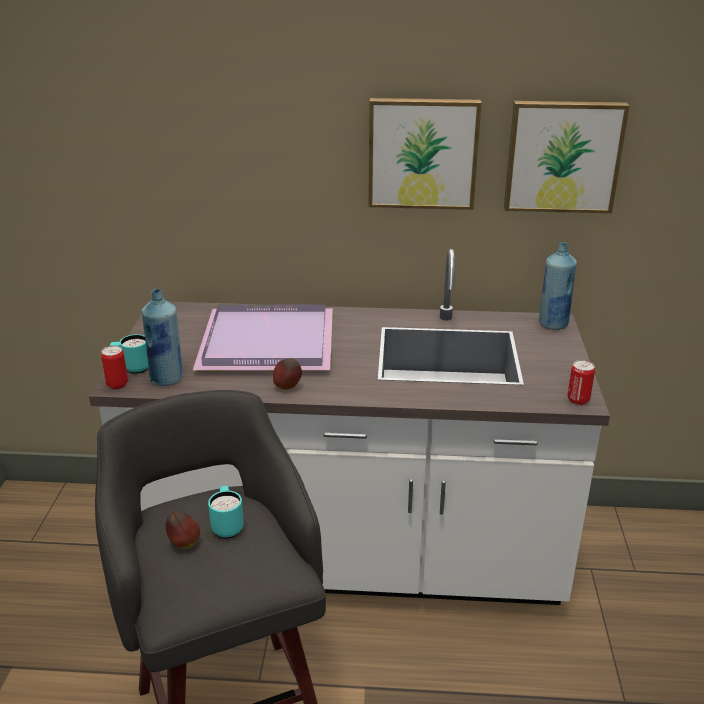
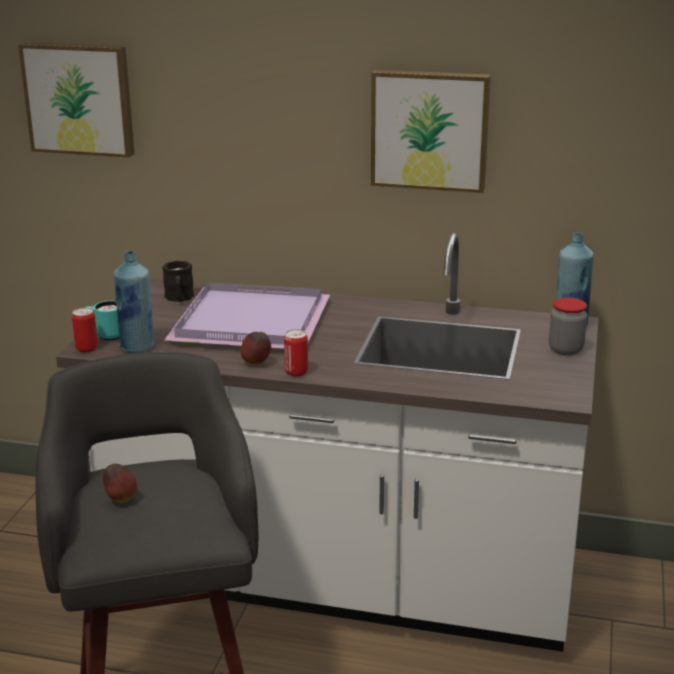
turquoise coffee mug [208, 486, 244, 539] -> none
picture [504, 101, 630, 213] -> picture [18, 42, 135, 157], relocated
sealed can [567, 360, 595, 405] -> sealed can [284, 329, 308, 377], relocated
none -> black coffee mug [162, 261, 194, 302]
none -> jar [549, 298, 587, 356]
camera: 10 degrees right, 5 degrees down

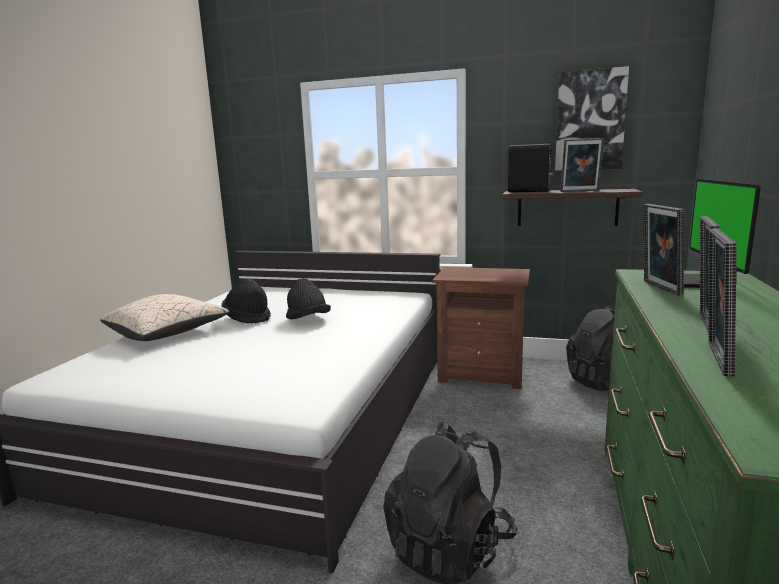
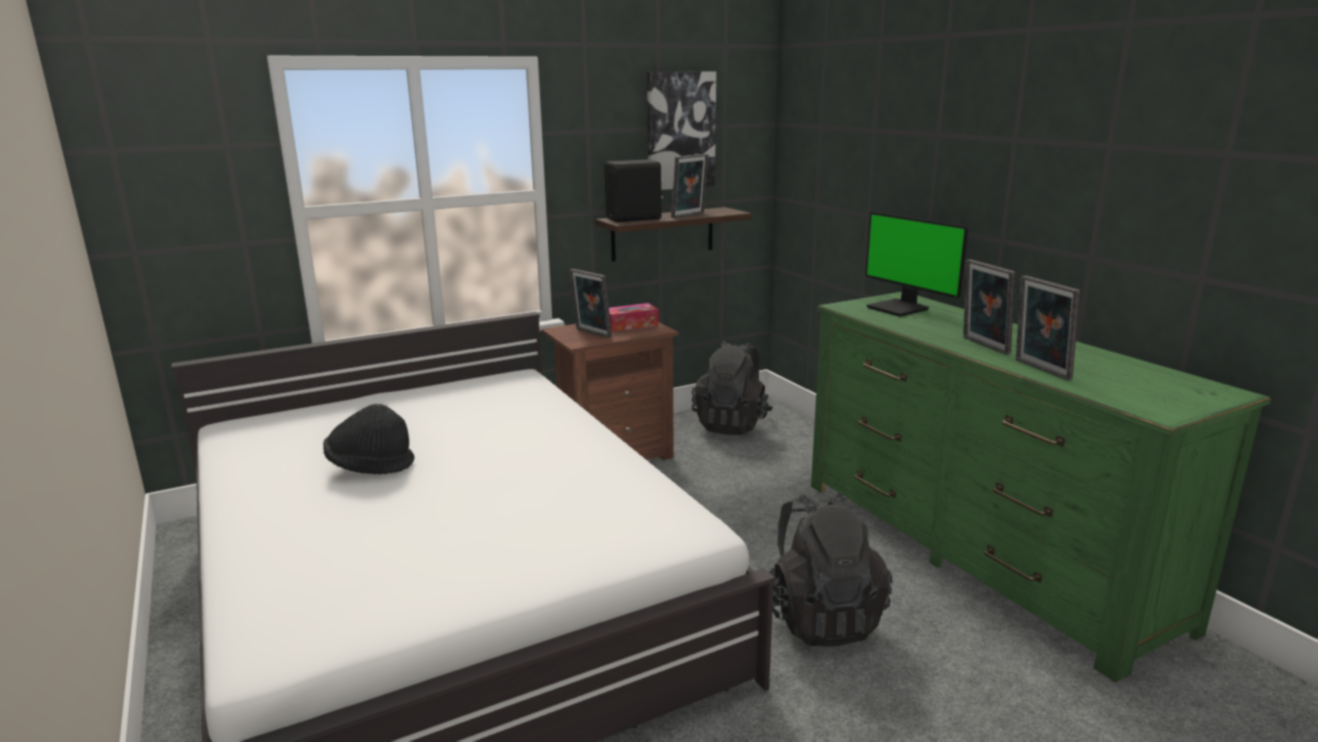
beige cushion [100, 294, 229, 341] -> none
black hat [286, 278, 331, 319] -> none
standing frame [643, 204, 684, 296] -> standing frame [569, 269, 612, 338], relocated
none -> box of tissues [609, 303, 659, 332]
camera: 45 degrees left, 5 degrees up

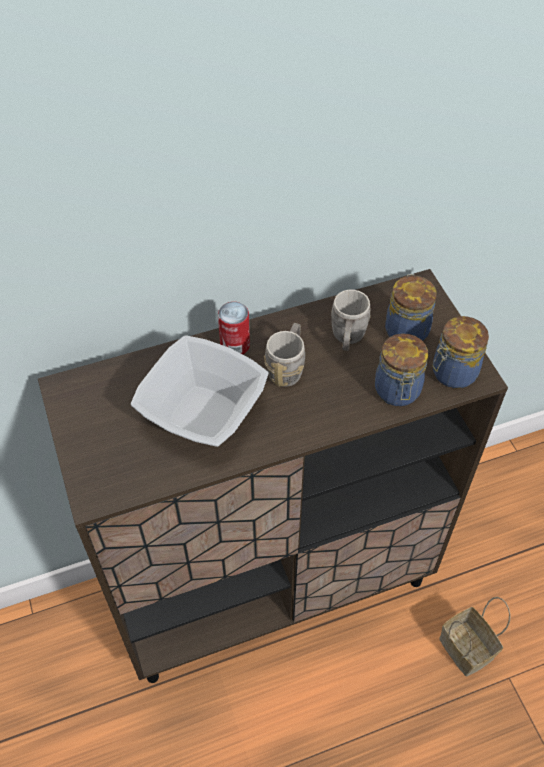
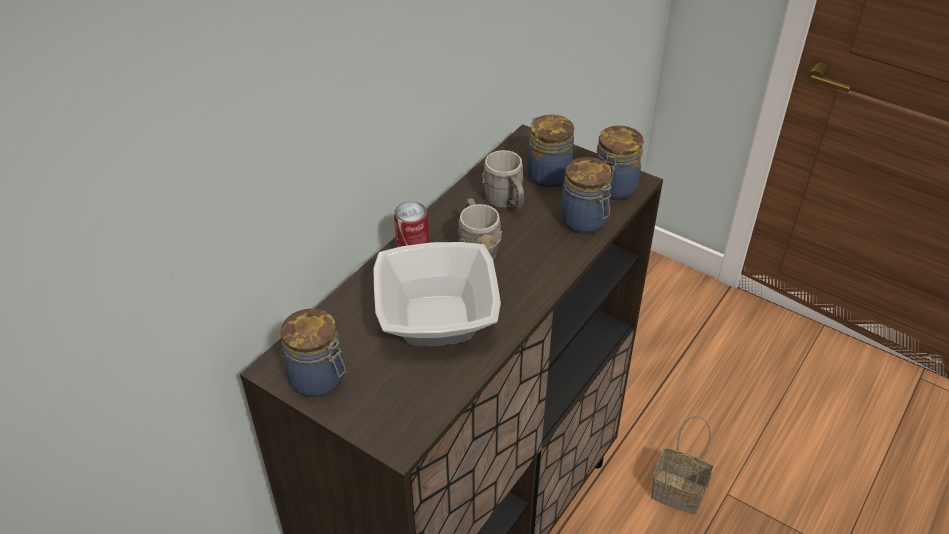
none -> jar [280, 309, 346, 398]
camera: 35 degrees left, 10 degrees down

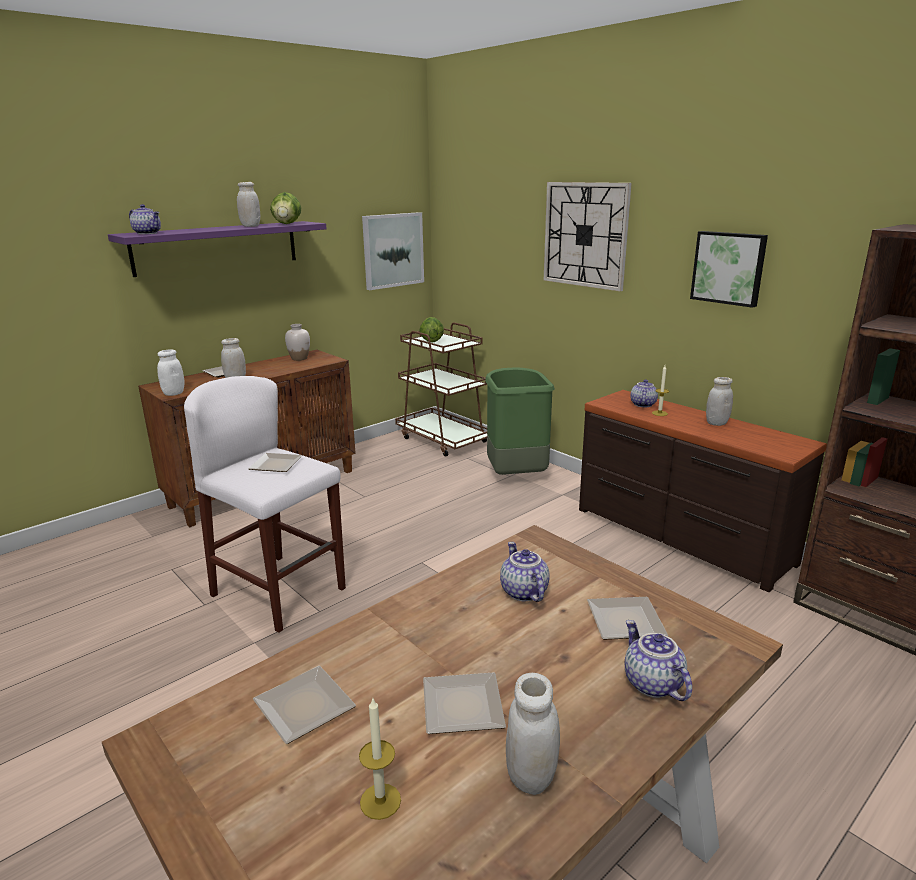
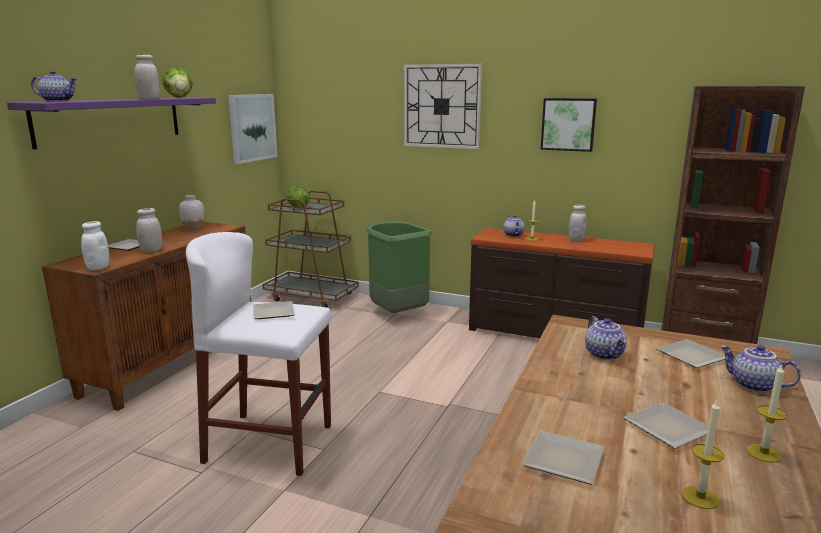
pot for tea [500, 542, 550, 602] -> pot for tea [585, 316, 627, 360], 150 degrees counterclockwise
white jar [506, 673, 560, 795] -> wax candle [747, 365, 787, 462]
camera: 25 degrees left, 5 degrees down

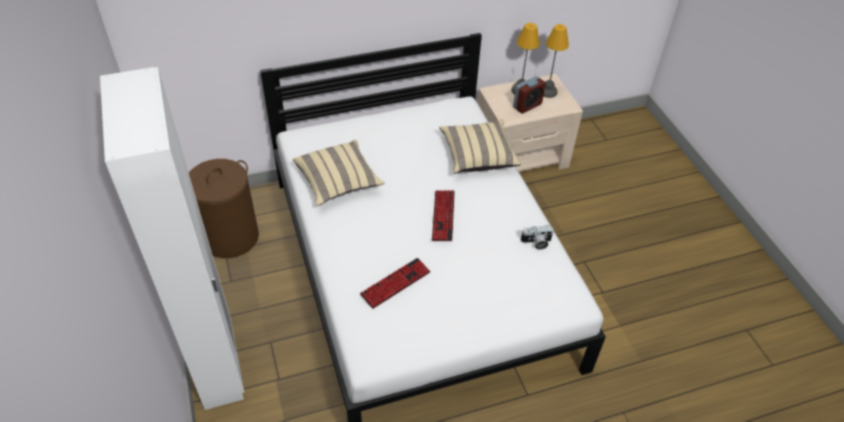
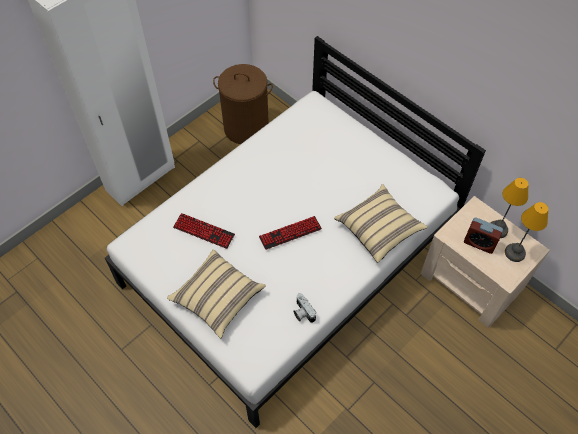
beige cushion [293, 140, 384, 206] -> beige cushion [167, 249, 266, 339], relocated
camera: 65 degrees right, 10 degrees up

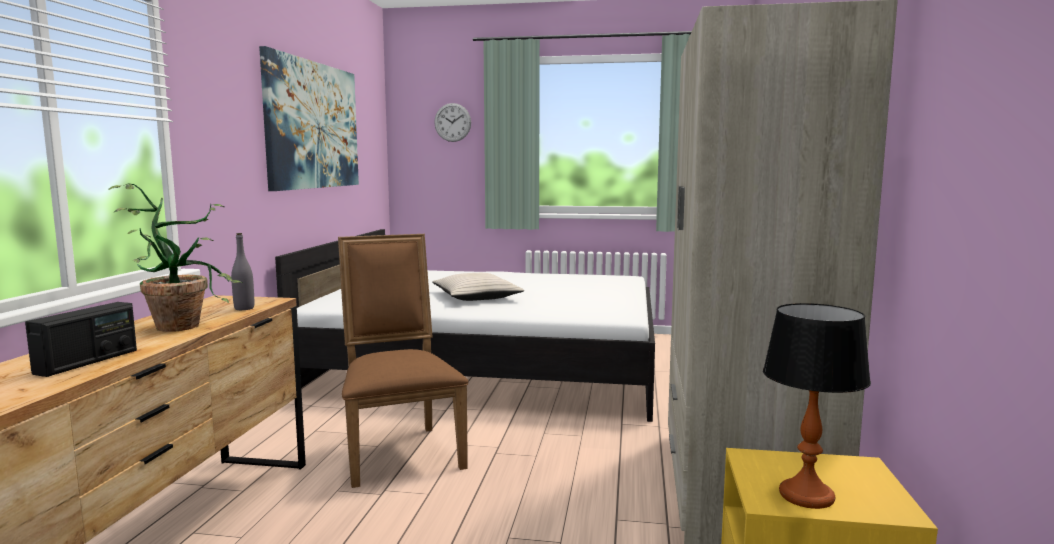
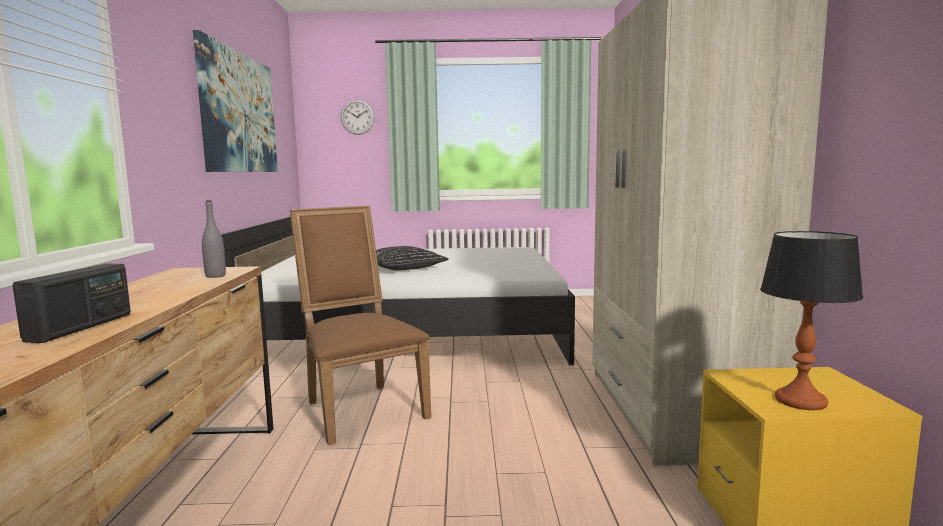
potted plant [108, 183, 242, 332] -> none
beige cushion [432, 273, 524, 301] -> black cushion [376, 246, 449, 271]
camera: 10 degrees left, 0 degrees up

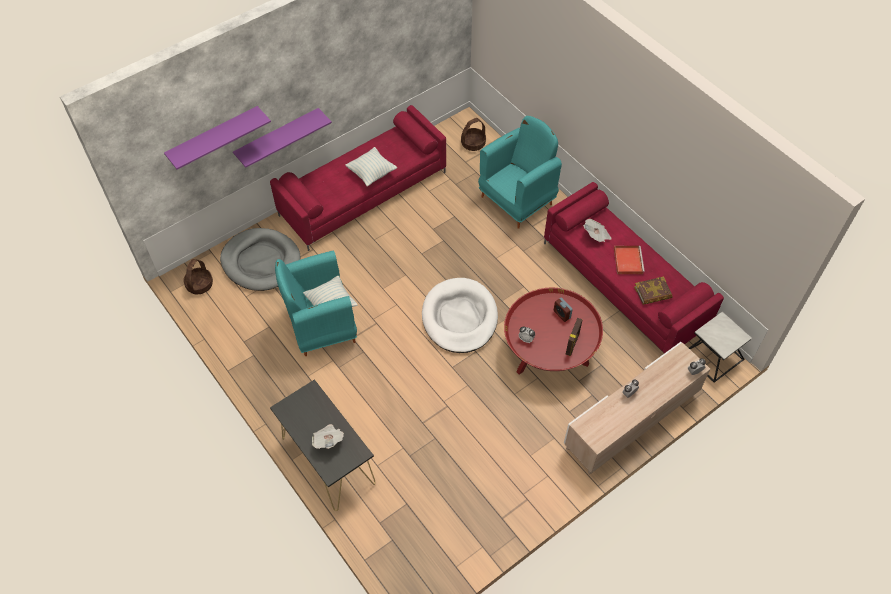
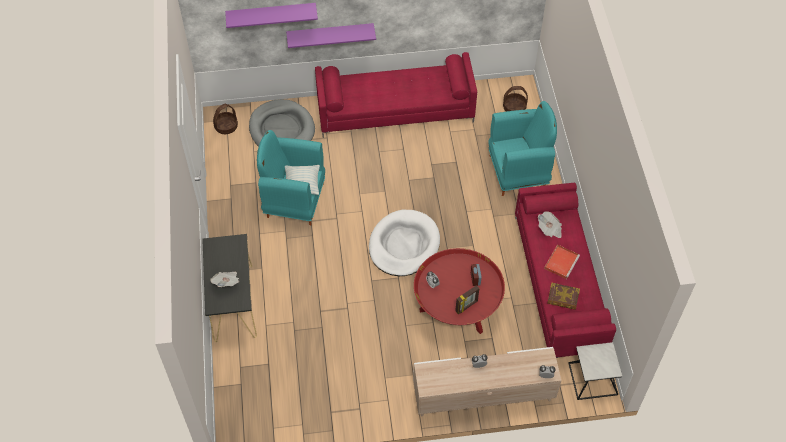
cushion [345, 147, 397, 187] -> none
camera: 30 degrees right, 0 degrees up

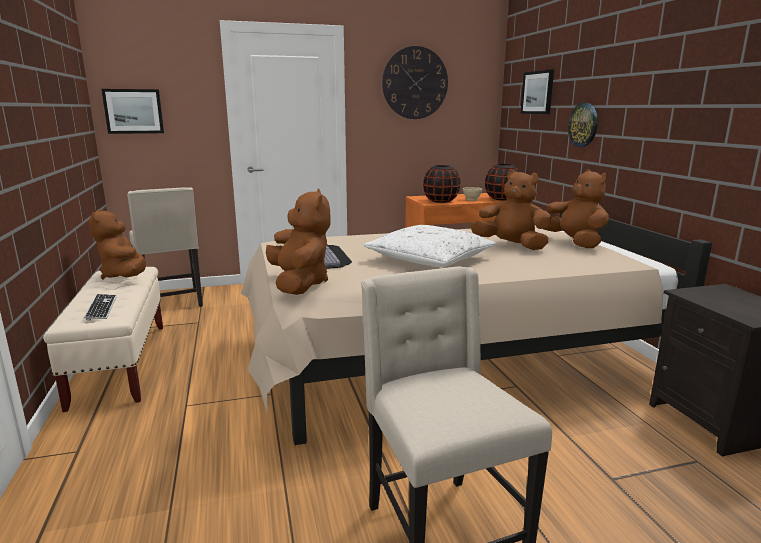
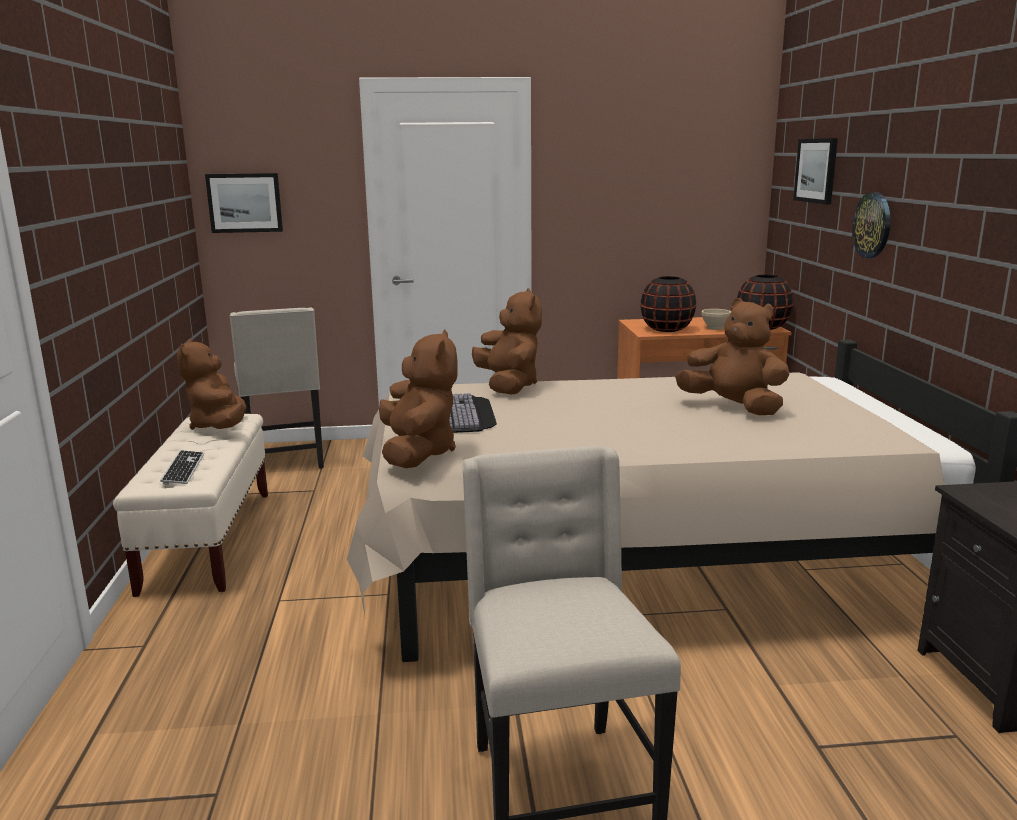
white cushion [363, 225, 496, 267] -> none
clock on the wall [382, 46, 448, 119] -> none
brown-coloured cuddly toy [544, 169, 609, 248] -> brown-coloured cuddly toy [472, 288, 542, 394], relocated
camera: 10 degrees right, 0 degrees up

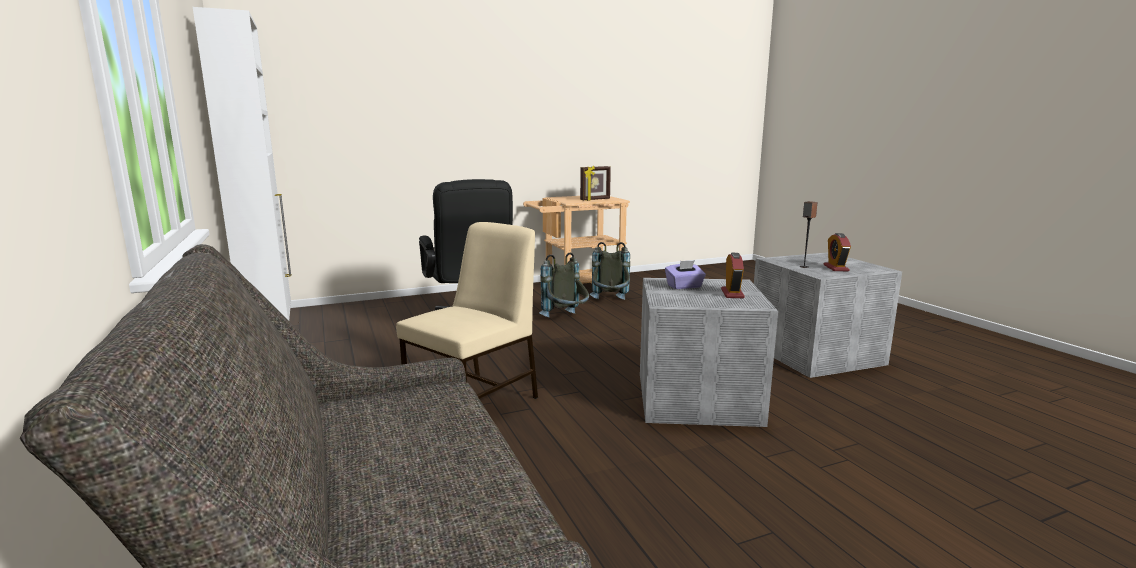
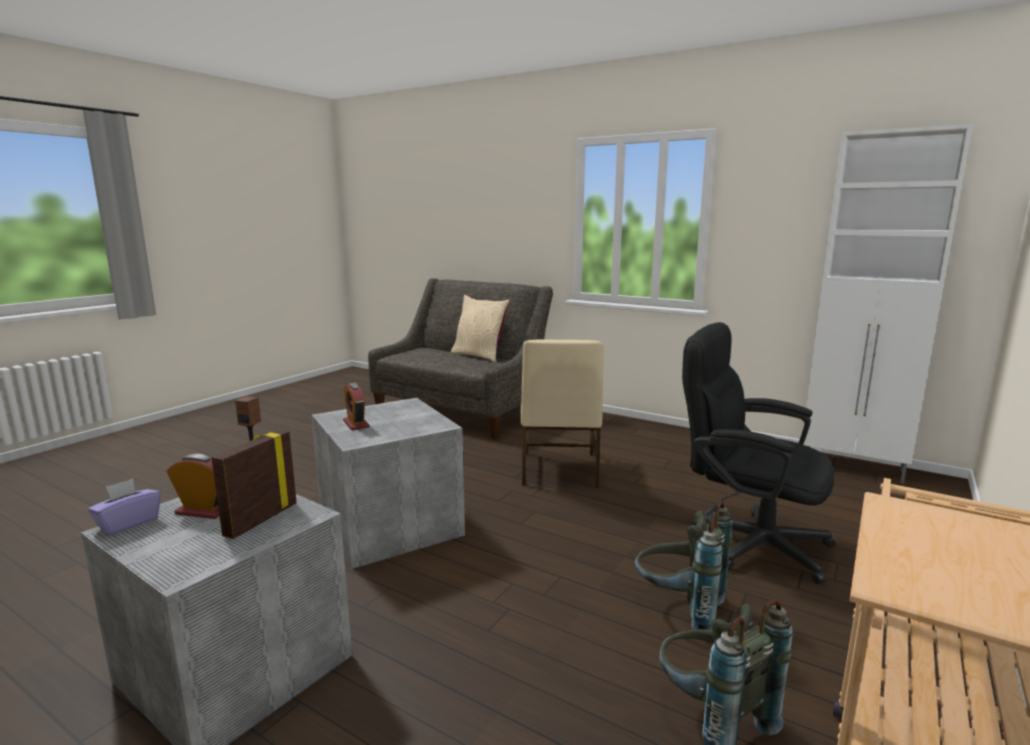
standing frame [580, 166, 611, 201] -> standing frame [211, 429, 297, 539], relocated
purple-coloured box of tissues [665, 260, 706, 289] -> purple-coloured box of tissues [88, 478, 161, 536], relocated
table clock [823, 233, 851, 271] -> table clock [166, 454, 219, 519], 45 degrees counterclockwise
none -> beige cushion [451, 295, 510, 362]
camera: 145 degrees right, 0 degrees up

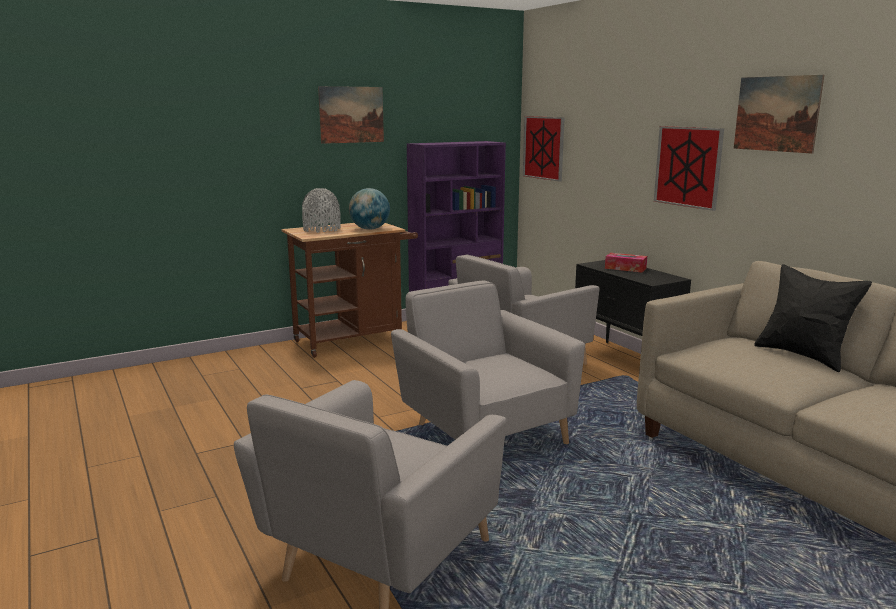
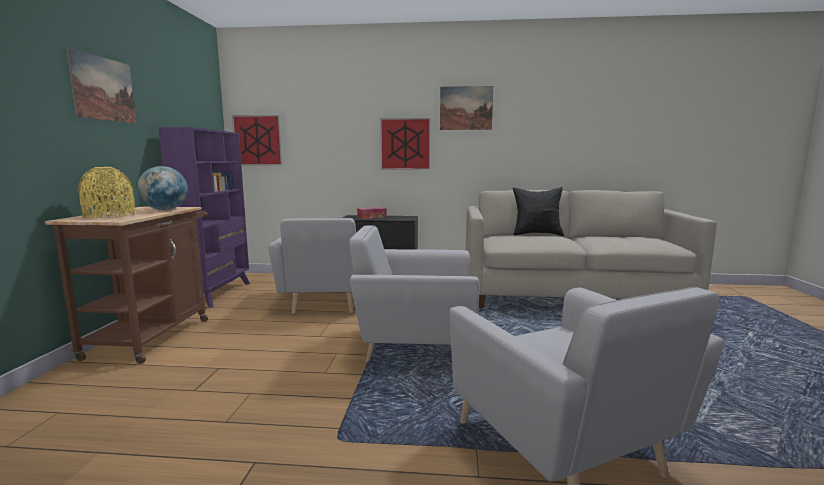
gray decorative vase [302, 188, 341, 233] -> yellow decorative vase [77, 167, 135, 218]
camera: 55 degrees left, 5 degrees down

